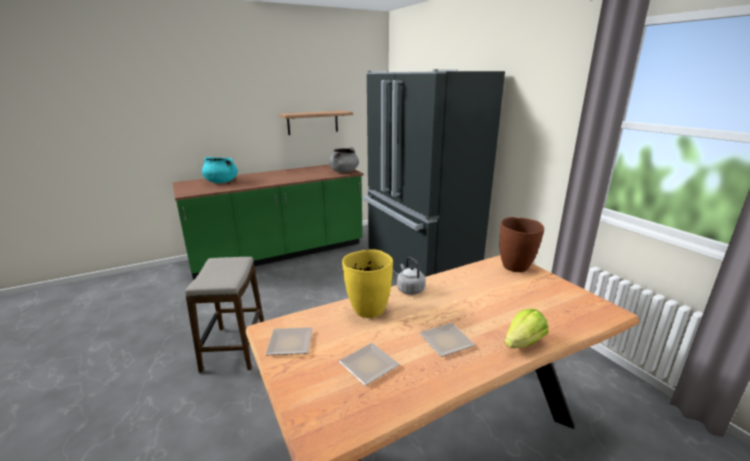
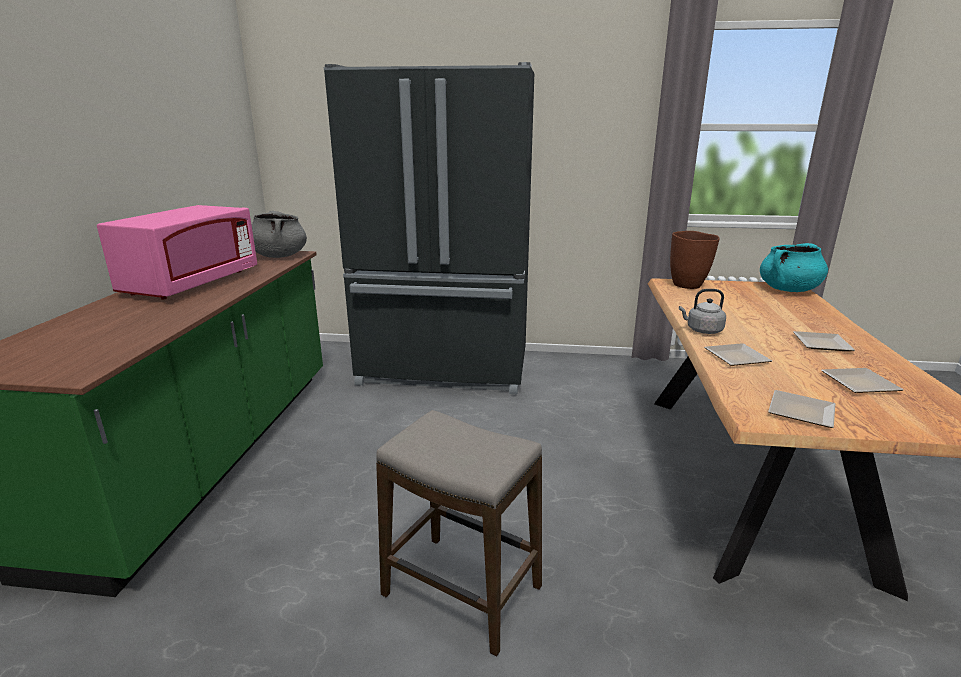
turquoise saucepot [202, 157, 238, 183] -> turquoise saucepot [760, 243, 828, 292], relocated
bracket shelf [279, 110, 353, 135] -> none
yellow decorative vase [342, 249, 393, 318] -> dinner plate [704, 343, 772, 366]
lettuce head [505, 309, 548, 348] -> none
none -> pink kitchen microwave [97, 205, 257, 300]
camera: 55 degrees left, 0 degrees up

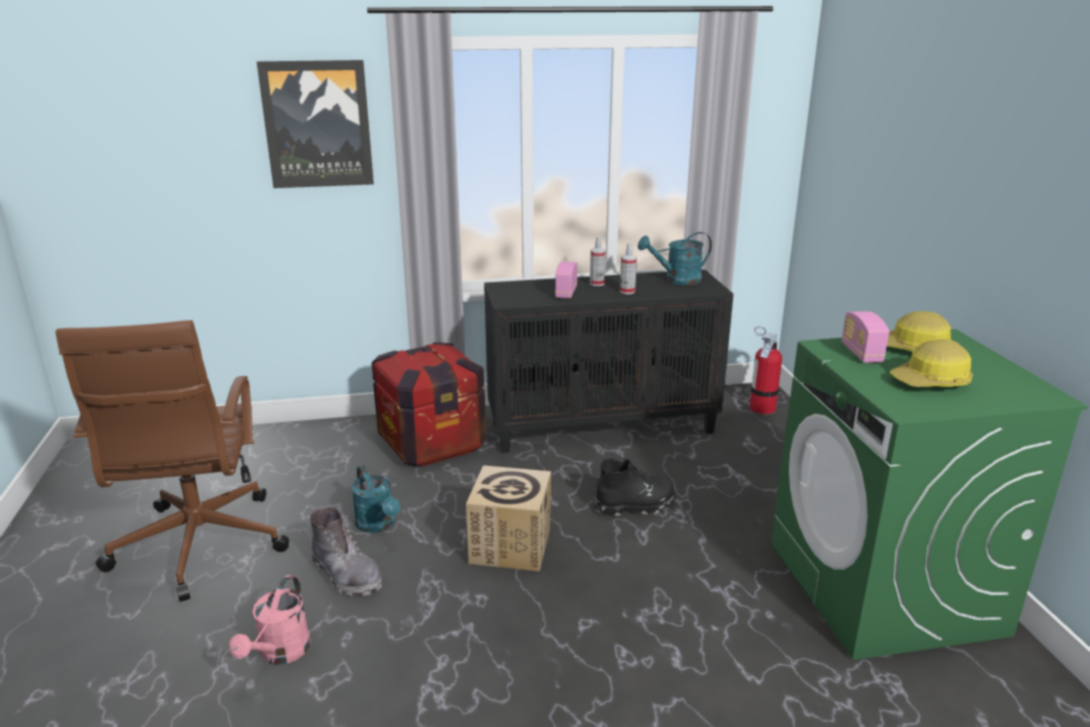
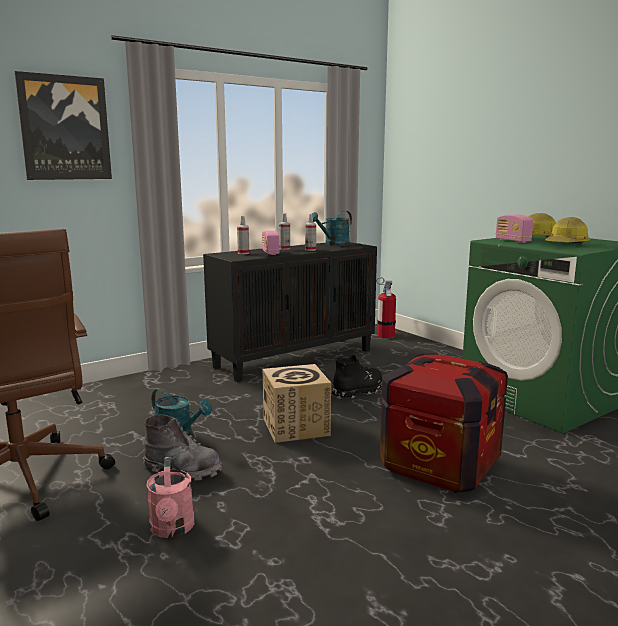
crate [372, 342, 486, 467] -> crate [380, 353, 508, 493], relocated
none -> sprayer [237, 216, 249, 254]
camera: 25 degrees left, 10 degrees down

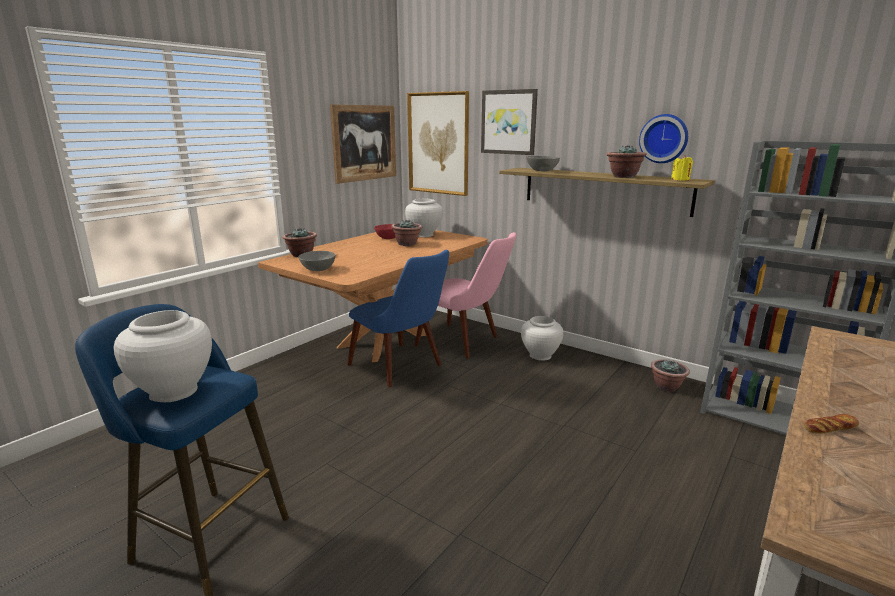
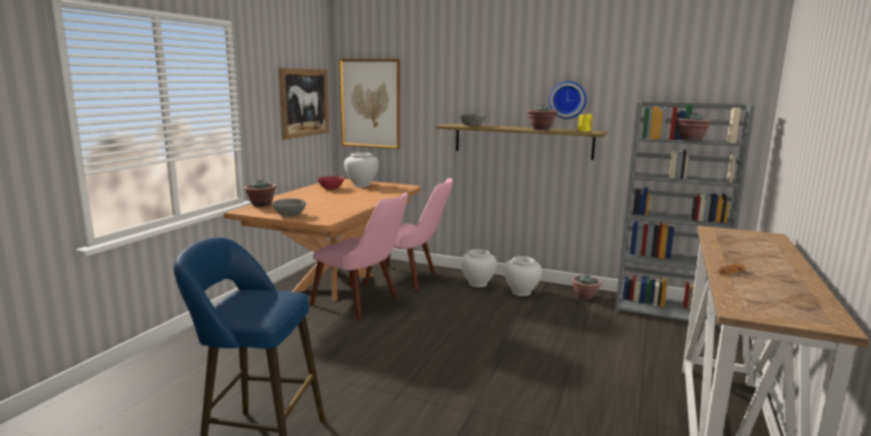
white decorative vase [113, 310, 212, 402] -> white decorative vase [504, 256, 542, 296], relocated
blue plain chair [347, 250, 449, 387] -> pink plain chair [310, 192, 408, 319]
potted plant [391, 219, 422, 246] -> potted plant [676, 113, 712, 141], relocated
picture [481, 89, 538, 155] -> none
camera: 15 degrees left, 5 degrees down

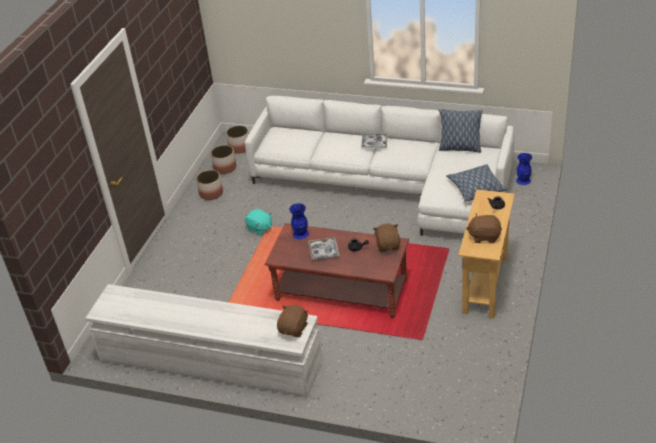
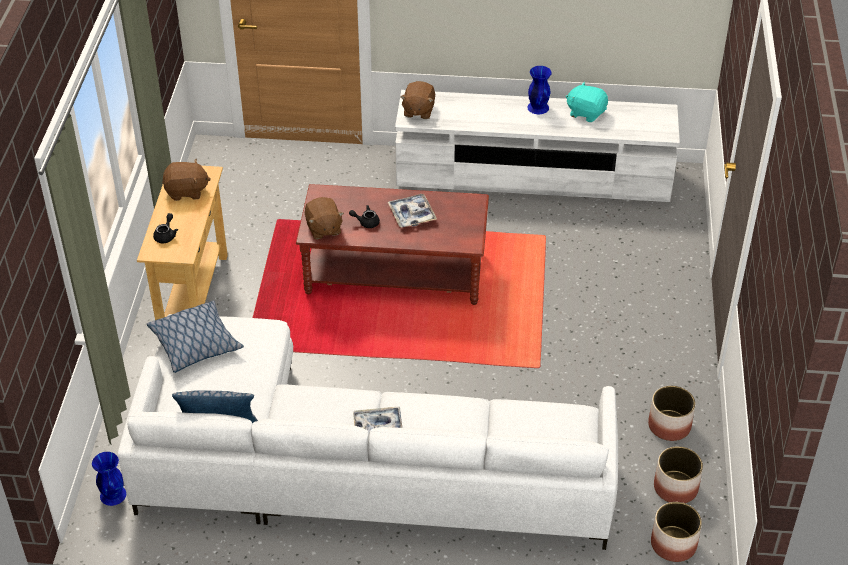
turquoise cuddly toy [245, 209, 272, 236] -> turquoise cuddly toy [566, 82, 608, 123], relocated
blue decorative vase [289, 203, 309, 240] -> blue decorative vase [527, 66, 552, 114], relocated
camera: 165 degrees right, 5 degrees up

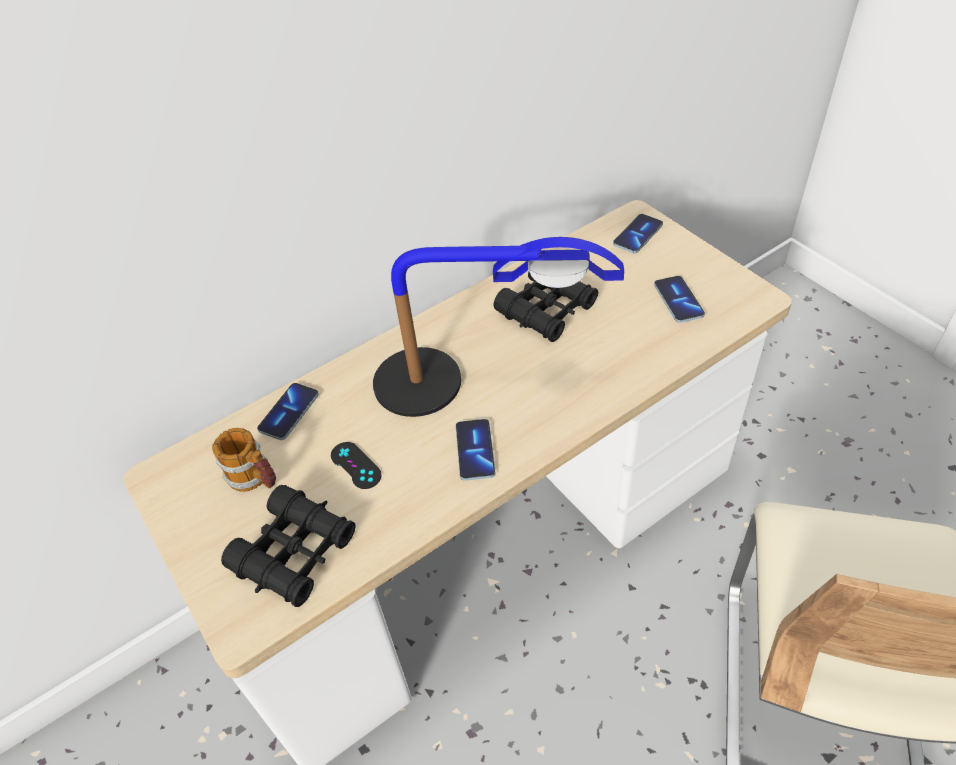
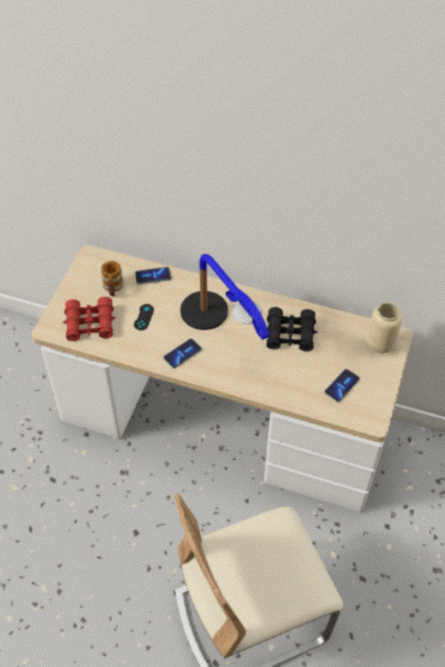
black pair of binoculars [221, 485, 356, 607] -> reddish pair of binoculars [62, 297, 116, 341]
handset [613, 214, 663, 253] -> beige decorative vase [367, 302, 403, 354]
camera: 50 degrees right, 5 degrees up

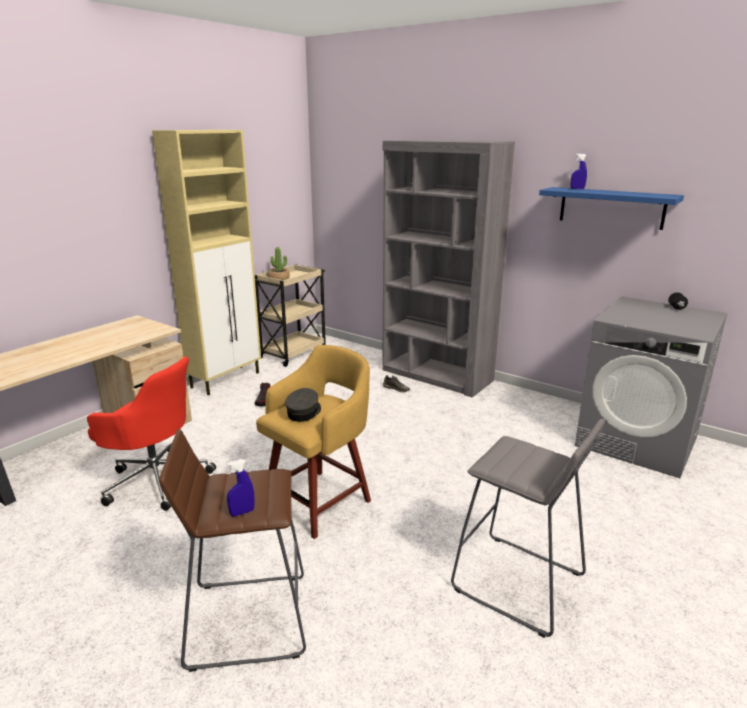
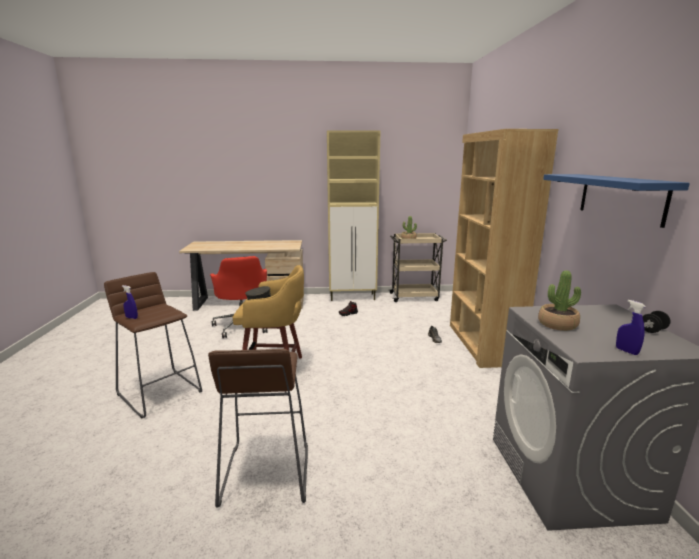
gray bookcase [382, 140, 515, 398] -> brown-coloured bookcase [450, 129, 558, 368]
gray stool seat [451, 419, 605, 638] -> brown-coloured stool seat [208, 349, 308, 507]
blue sprayer [571, 153, 587, 189] -> blue sprayer [616, 300, 646, 355], relocated
none -> potted plant [538, 270, 581, 331]
camera: 50 degrees right, 5 degrees down

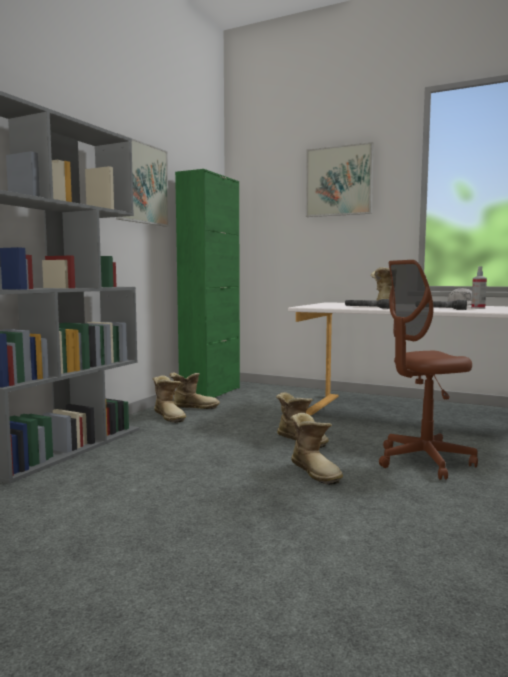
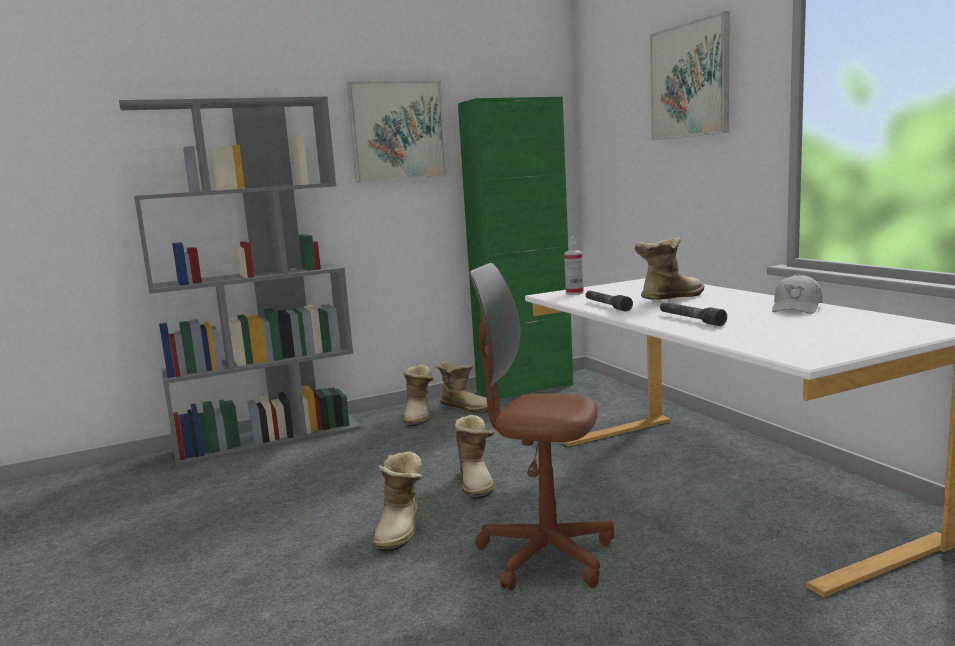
sprayer [471, 266, 487, 309] -> sprayer [564, 237, 584, 295], relocated
camera: 40 degrees right, 5 degrees up

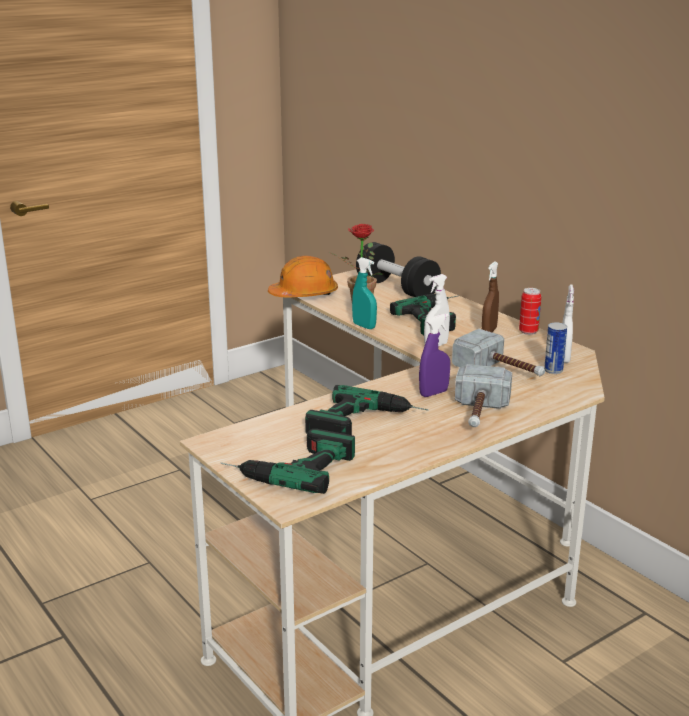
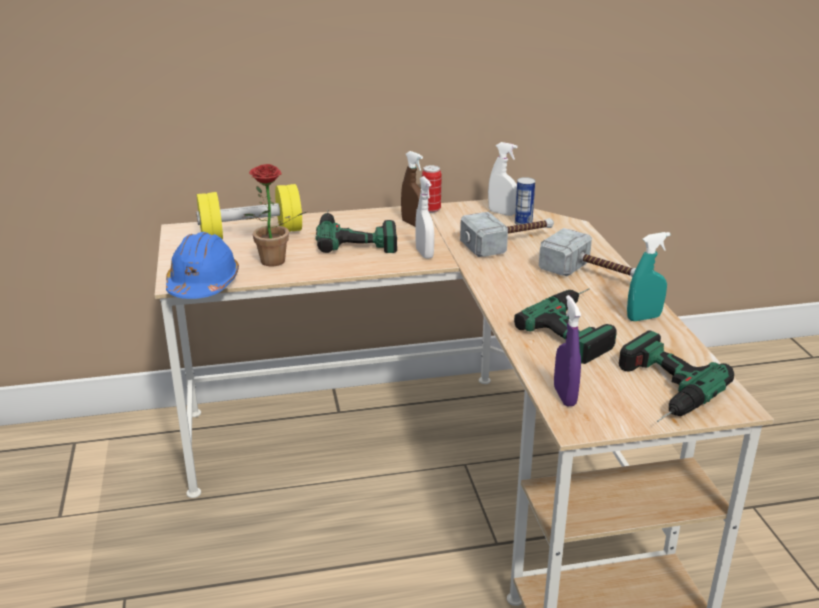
orangey work helmet [268, 256, 338, 298] -> blue work helmet [166, 232, 239, 299]
turquoise sprayer [352, 257, 377, 329] -> turquoise sprayer [627, 232, 671, 321], relocated
black hand weight [356, 242, 441, 297] -> yellow hand weight [196, 184, 302, 240]
purple-coloured sprayer [419, 313, 450, 397] -> purple-coloured sprayer [554, 295, 581, 407], relocated
camera: 65 degrees left, 5 degrees up

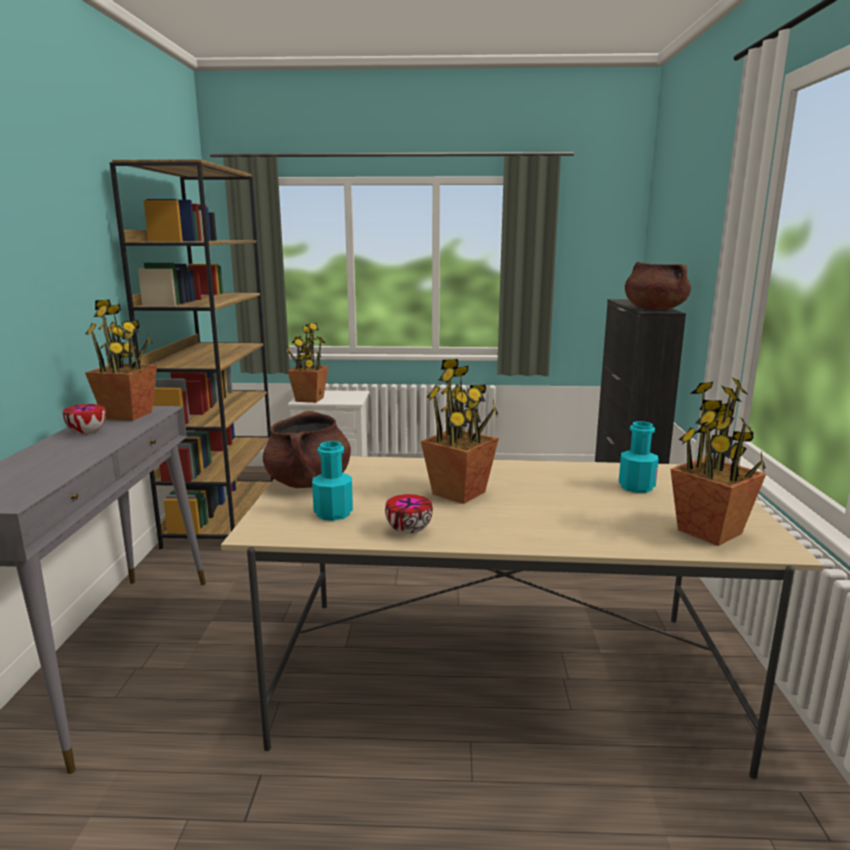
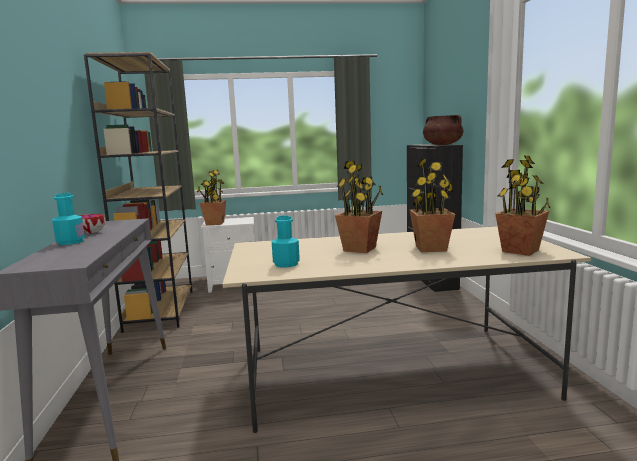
potted plant [85, 299, 157, 421] -> potted plant [410, 159, 455, 252], relocated
brown-coloured saucepot [263, 411, 351, 488] -> none
serving bowl [385, 494, 433, 534] -> none
turquoise drink bottle [619, 421, 659, 493] -> turquoise drink bottle [52, 193, 85, 245], relocated
camera: 10 degrees left, 5 degrees down

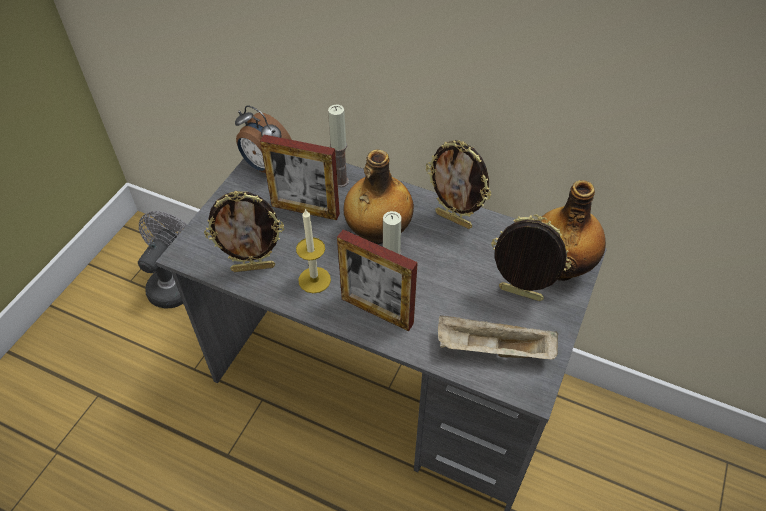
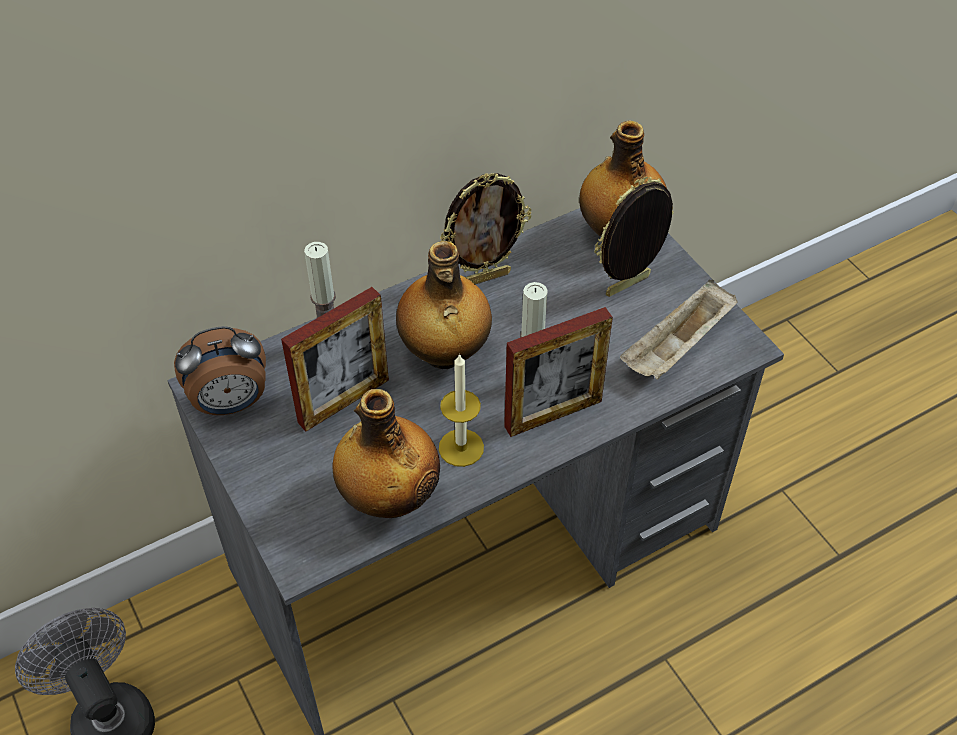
standing frame [204, 191, 284, 272] -> drink bottle [333, 389, 440, 518]
camera: 55 degrees left, 0 degrees up

